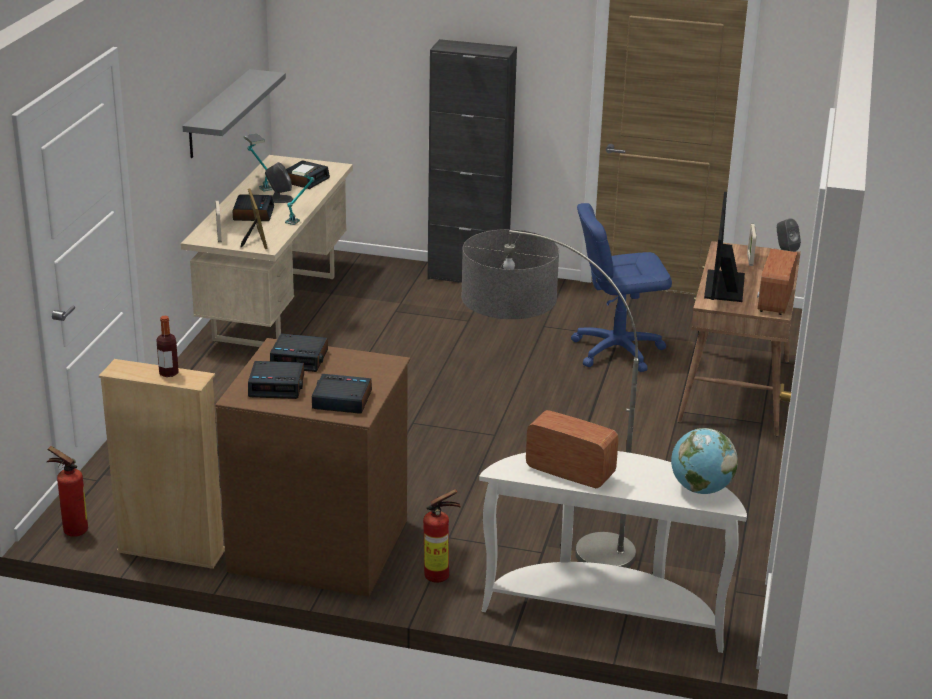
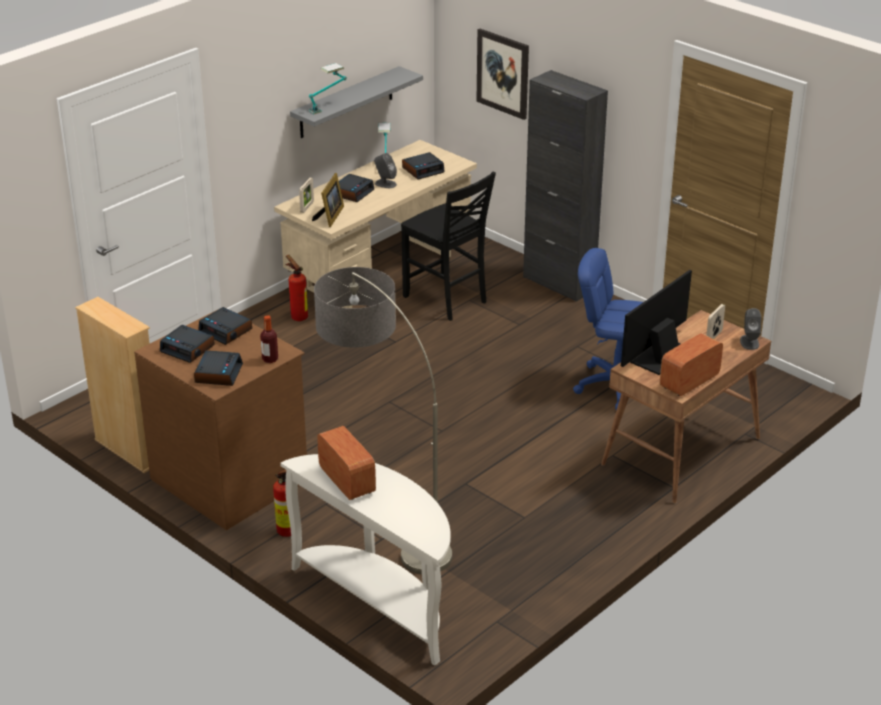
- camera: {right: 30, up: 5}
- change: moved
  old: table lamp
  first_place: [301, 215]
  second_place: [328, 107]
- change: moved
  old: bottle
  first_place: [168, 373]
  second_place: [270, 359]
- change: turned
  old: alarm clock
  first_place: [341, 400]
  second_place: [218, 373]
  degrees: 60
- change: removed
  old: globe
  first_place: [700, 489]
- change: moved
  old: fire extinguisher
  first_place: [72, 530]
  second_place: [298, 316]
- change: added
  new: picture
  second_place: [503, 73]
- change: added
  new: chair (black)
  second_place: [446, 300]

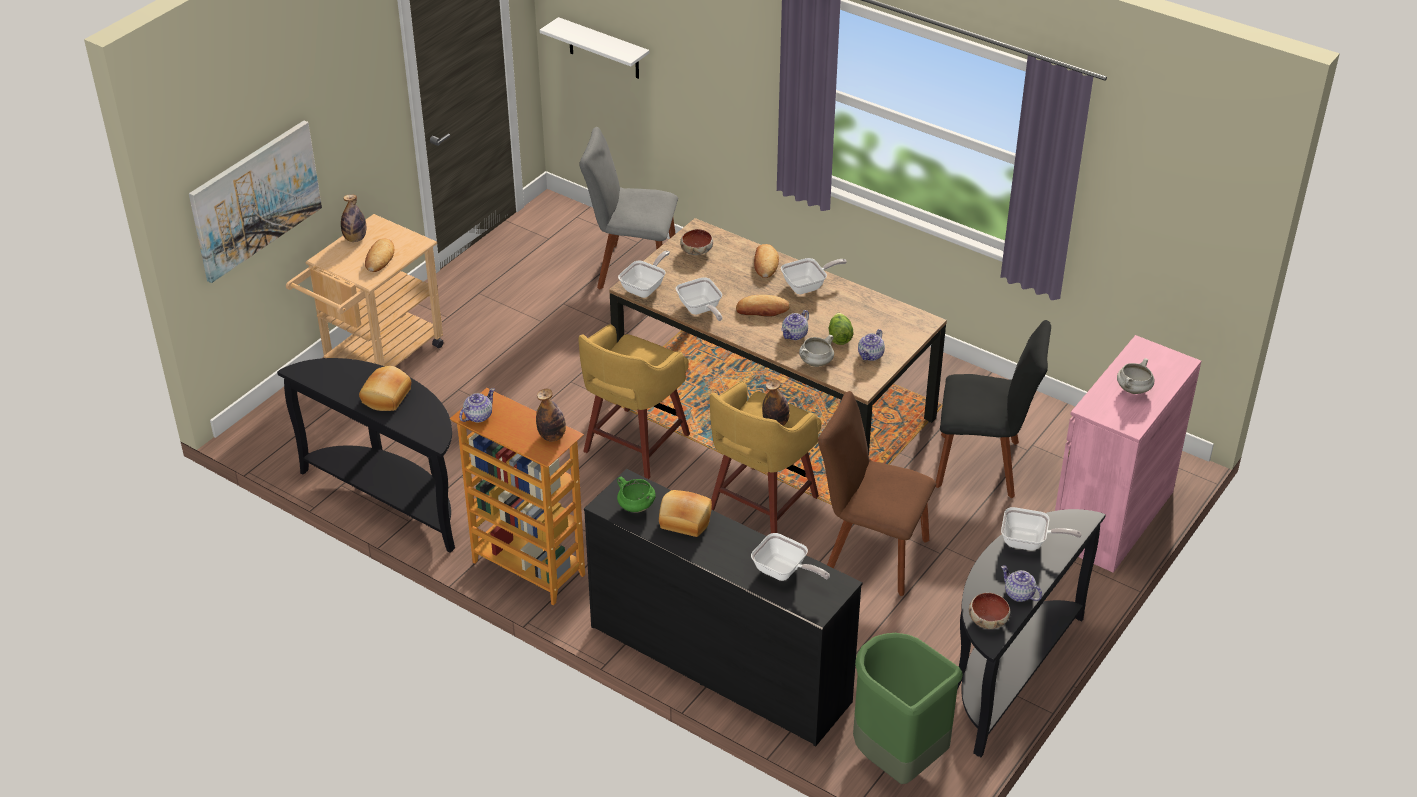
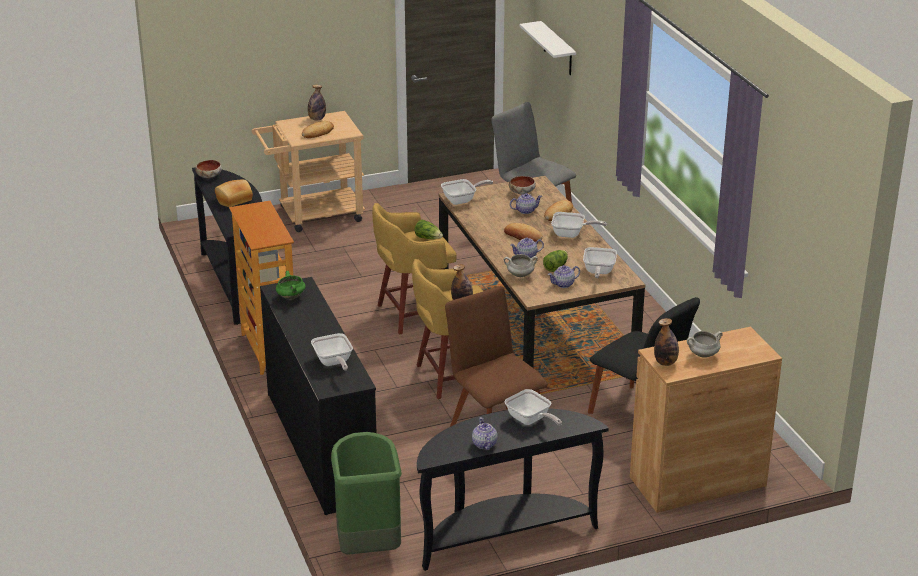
- camera: {right: 35, up: -10}
- change: removed
  old: picture
  first_place: [255, 200]
- change: moved
  old: frying pan
  first_place: [700, 310]
  second_place: [598, 272]
- change: recoloured
  old: cabinet (pink)
  new: cabinet (brown)
  first_place: [1112, 517]
  second_place: [697, 481]
- change: moved
  old: teapot
  first_place: [478, 416]
  second_place: [525, 211]
- change: moved
  old: bottle
  first_place: [552, 436]
  second_place: [665, 362]
- change: removed
  old: bread
  first_place: [684, 521]
- change: moved
  old: bowl
  first_place: [987, 620]
  second_place: [209, 176]
- change: added
  new: lettuce
  second_place: [428, 238]

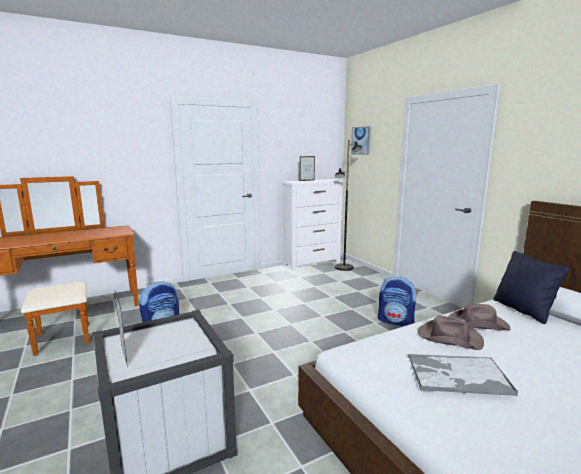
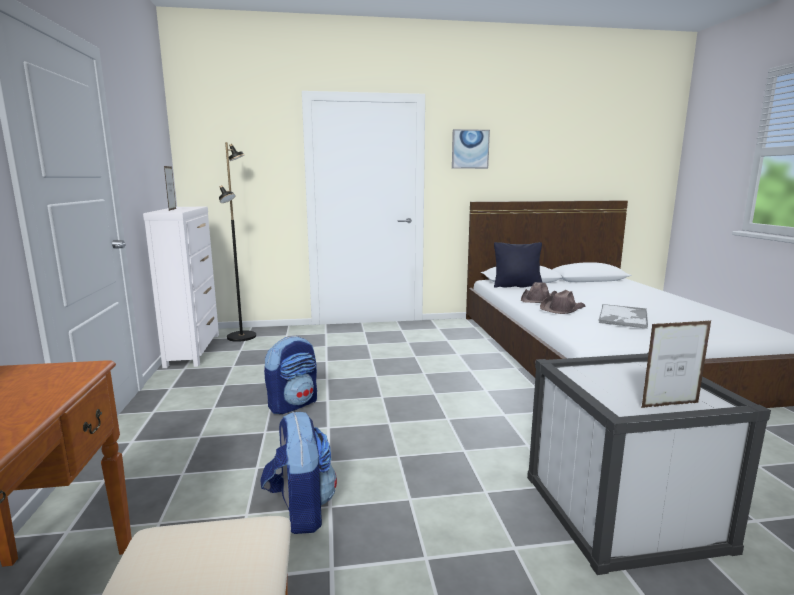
- camera: {right: -70, up: 0}
- change: moved
  old: picture
  first_place: [361, 140]
  second_place: [470, 149]
- change: moved
  old: backpack
  first_place: [396, 321]
  second_place: [293, 404]

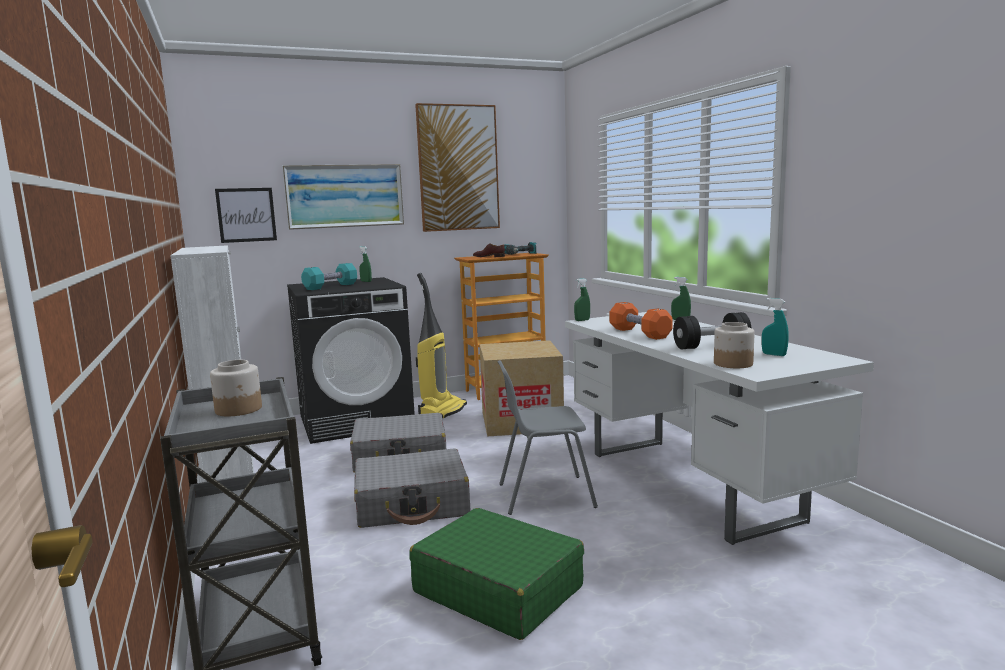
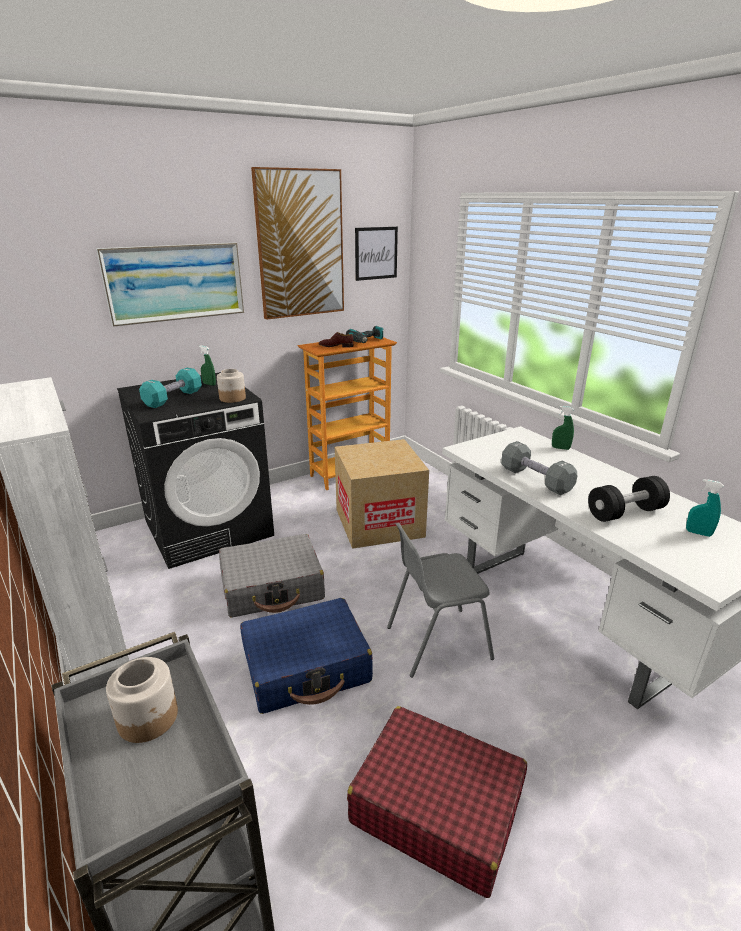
- camera: {right: -10, up: 15}
- change: moved
  old: picture
  first_place: [246, 215]
  second_place: [376, 253]
- change: removed
  old: vacuum cleaner
  first_place: [442, 410]
- change: removed
  old: spray bottle (green)
  first_place: [582, 320]
- change: recoloured
  old: dumbbell (orange)
  new: dumbbell (grey)
  first_place: [639, 333]
  second_place: [535, 480]
- change: moved
  old: jar
  first_place: [732, 364]
  second_place: [232, 398]
- change: recoloured
  old: suitcase (grey)
  new: suitcase (blue)
  first_place: [412, 504]
  second_place: [307, 667]
- change: recoloured
  old: suitcase (green)
  new: suitcase (red)
  first_place: [497, 589]
  second_place: [436, 807]

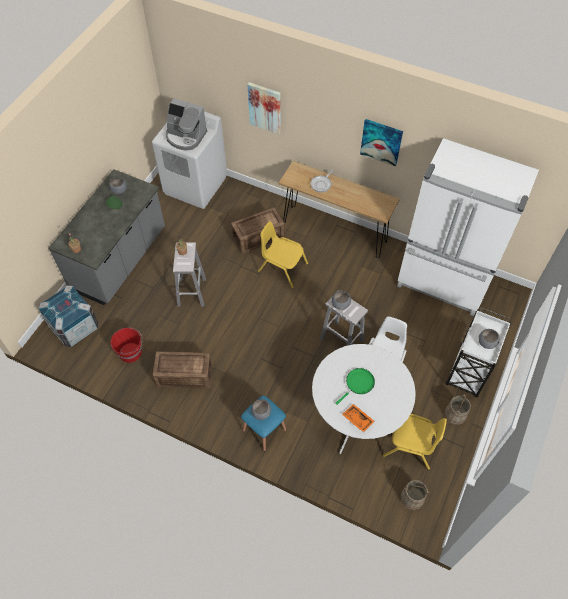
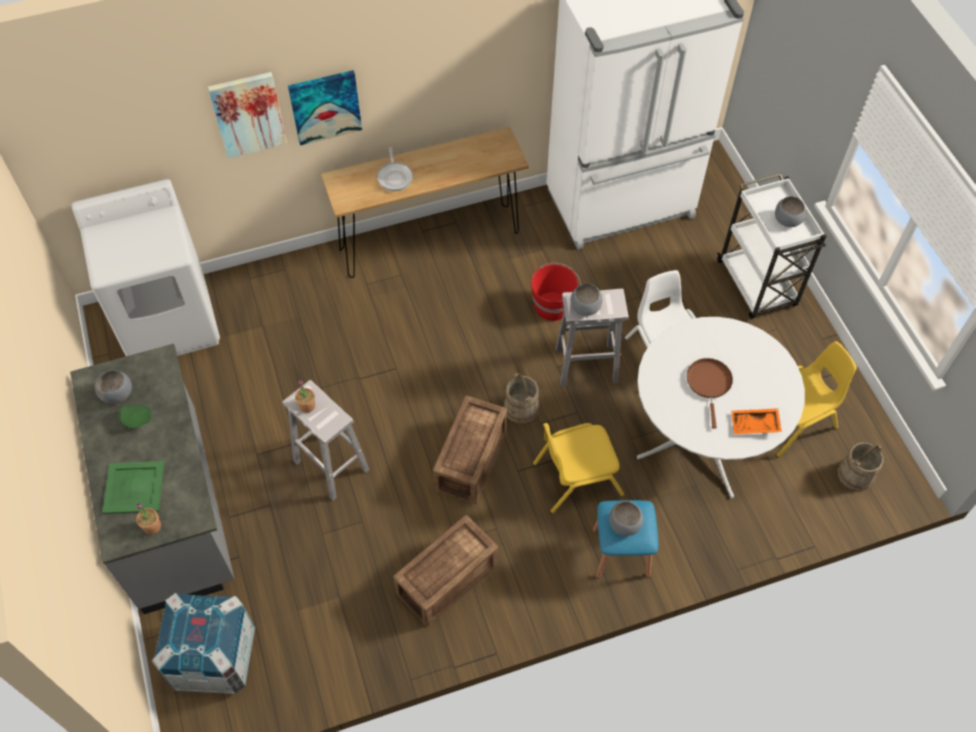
- camera: {right: -45, up: 0}
- change: removed
  old: coffee machine
  first_place: [185, 136]
- change: moved
  old: picture
  first_place: [381, 142]
  second_place: [325, 106]
- change: moved
  old: crate
  first_place: [257, 237]
  second_place: [469, 460]
- change: moved
  old: chair (yellow)
  first_place: [282, 267]
  second_place: [576, 478]
- change: moved
  old: bucket (red)
  first_place: [131, 352]
  second_place: [553, 305]
- change: recoloured
  old: frying pan (green)
  new: frying pan (brown)
  first_place: [358, 384]
  second_place: [709, 384]
- change: moved
  old: bucket (beige)
  first_place: [455, 414]
  second_place: [521, 408]
- change: added
  new: tray (green)
  second_place: [134, 487]

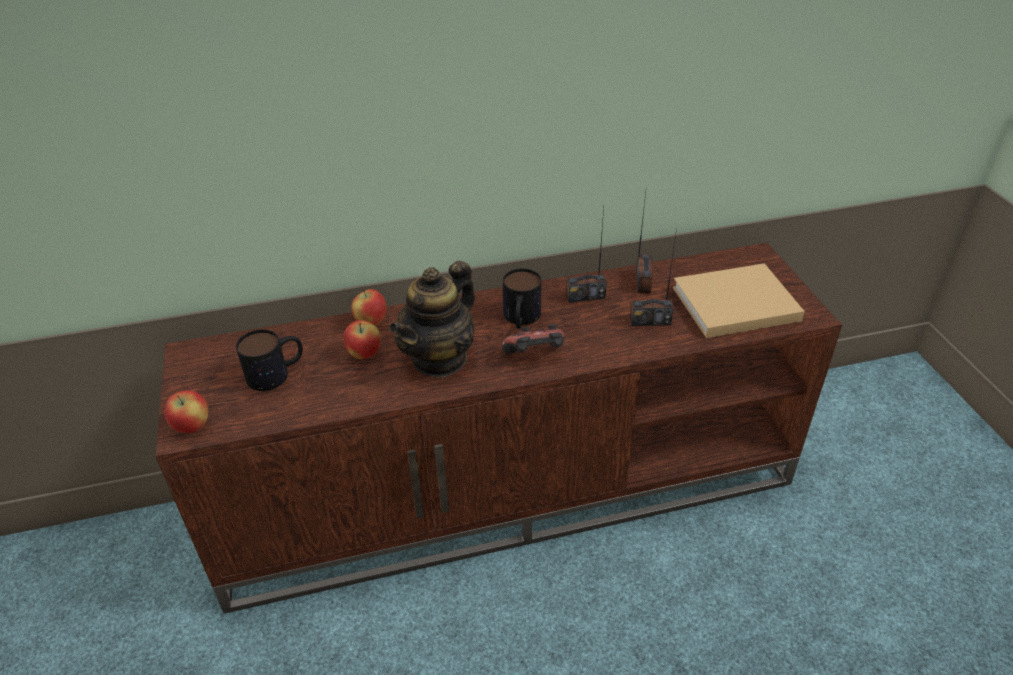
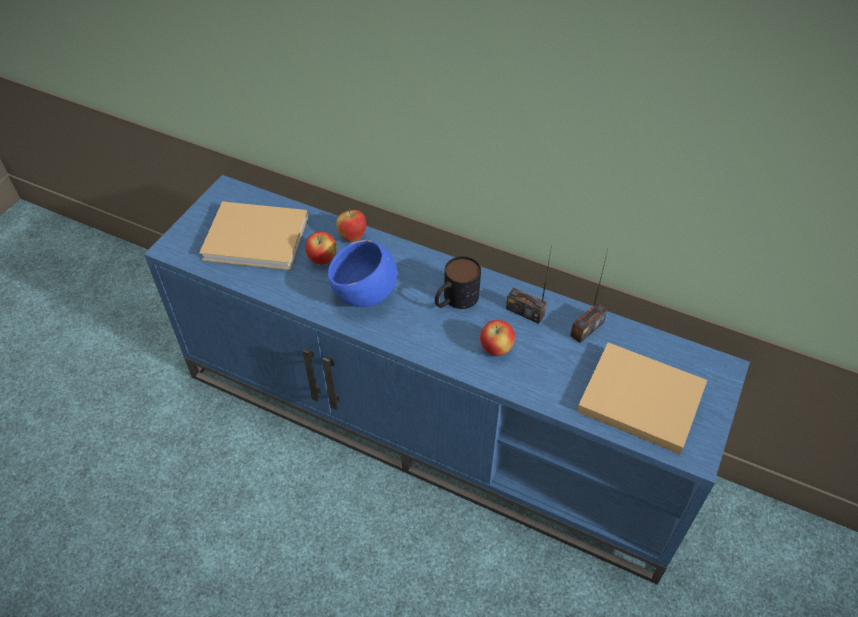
- camera: {right: 40, up: 10}
- change: removed
  old: radio
  first_place: [650, 321]
- change: recoloured
  old: tv stand (brown)
  new: tv stand (blue)
  first_place: [510, 489]
  second_place: [434, 424]
- change: replaced
  old: teapot
  new: bowl (blue)
  first_place: [439, 358]
  second_place: [365, 295]
- change: removed
  old: game controller
  first_place: [535, 356]
- change: replaced
  old: mug
  new: book (beige)
  first_place: [277, 373]
  second_place: [259, 239]
- change: moved
  old: apple
  first_place: [193, 427]
  second_place: [496, 349]

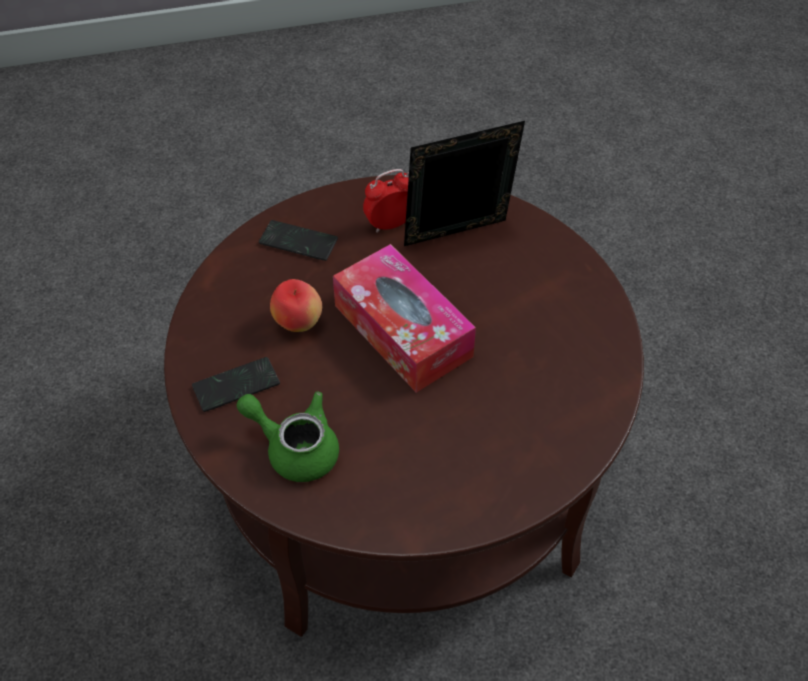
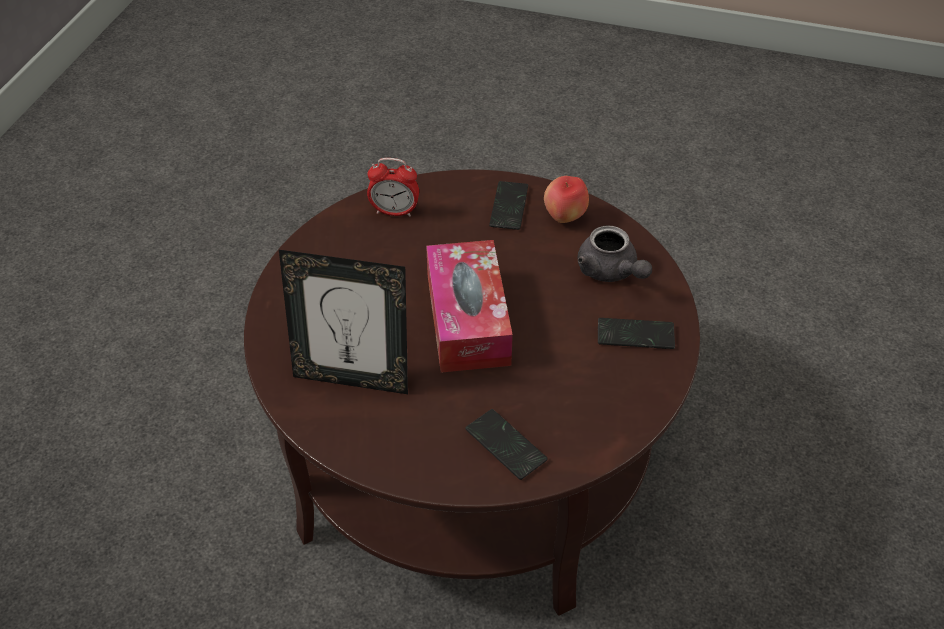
- camera: {right: -150, up: -5}
- change: moved
  old: alarm clock
  first_place: [390, 224]
  second_place: [394, 211]
- change: moved
  old: apple
  first_place: [298, 323]
  second_place: [564, 217]
- change: recoloured
  old: teapot (green)
  new: teapot (grey)
  first_place: [295, 448]
  second_place: [610, 272]
- change: added
  new: phone
  second_place: [509, 207]

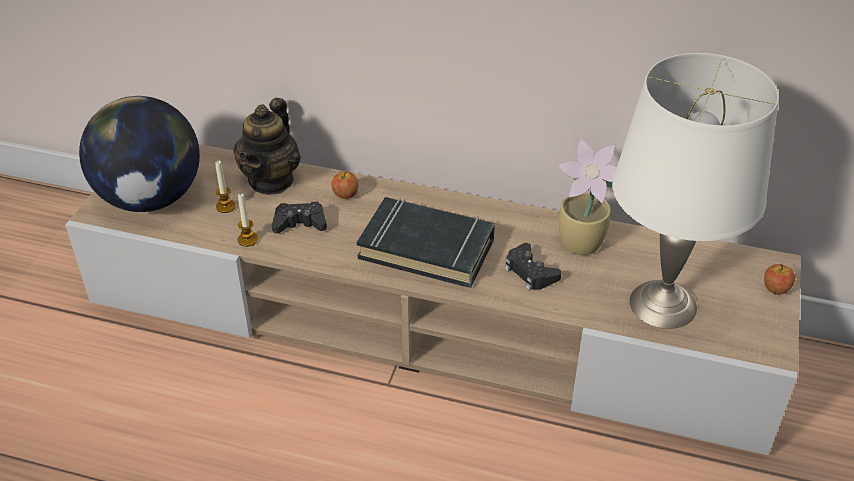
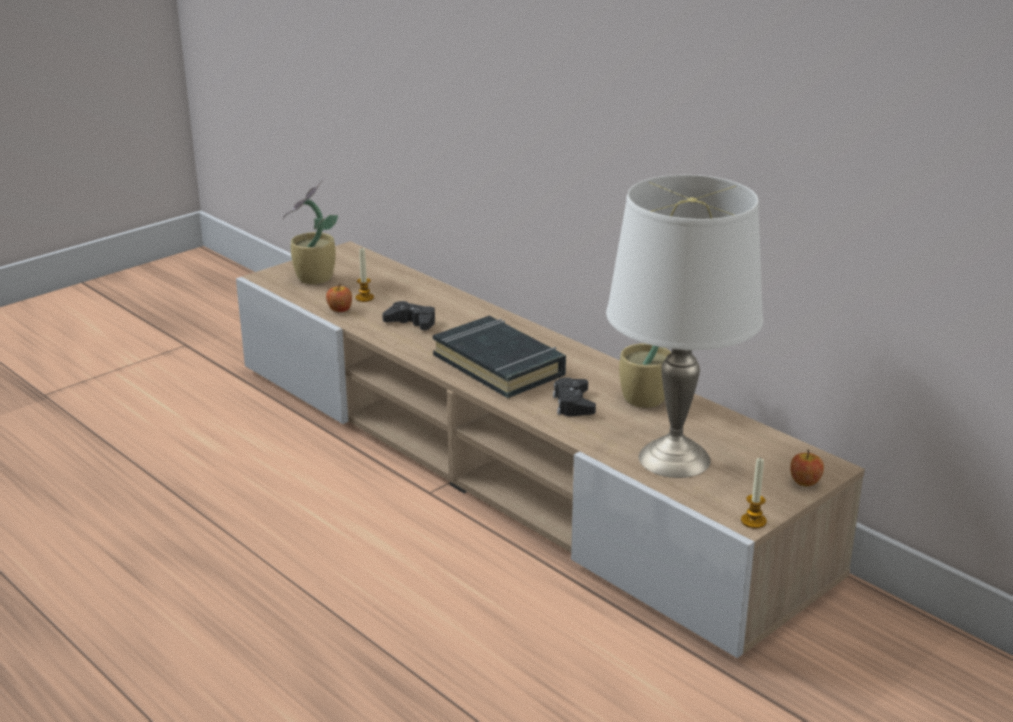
- camera: {right: 30, up: -15}
- change: replaced
  old: globe
  new: potted plant
  first_place: [151, 198]
  second_place: [313, 279]
- change: removed
  old: teapot
  first_place: [271, 180]
- change: moved
  old: apple
  first_place: [345, 195]
  second_place: [340, 310]
- change: moved
  old: candle
  first_place: [247, 240]
  second_place: [753, 521]

